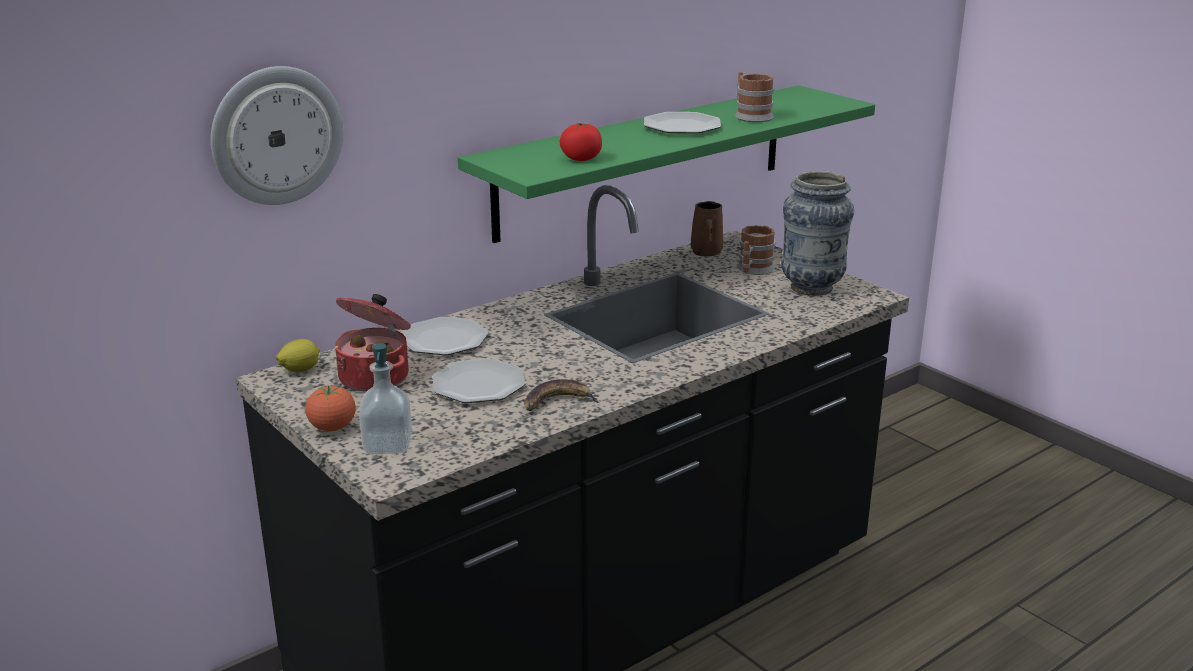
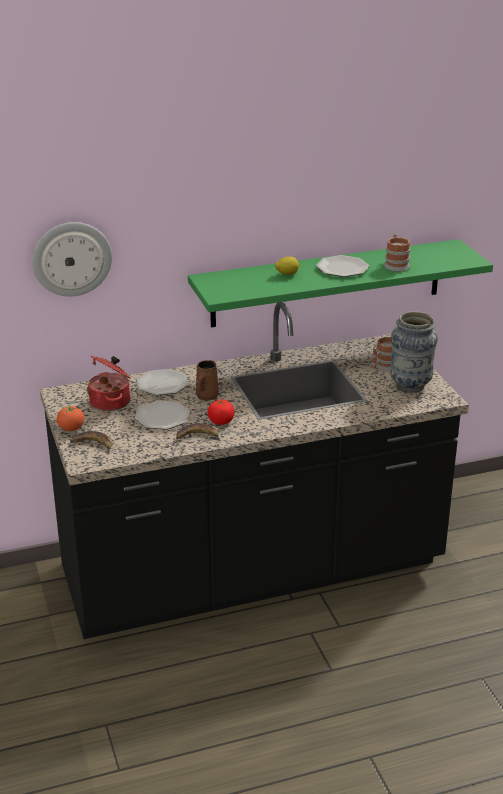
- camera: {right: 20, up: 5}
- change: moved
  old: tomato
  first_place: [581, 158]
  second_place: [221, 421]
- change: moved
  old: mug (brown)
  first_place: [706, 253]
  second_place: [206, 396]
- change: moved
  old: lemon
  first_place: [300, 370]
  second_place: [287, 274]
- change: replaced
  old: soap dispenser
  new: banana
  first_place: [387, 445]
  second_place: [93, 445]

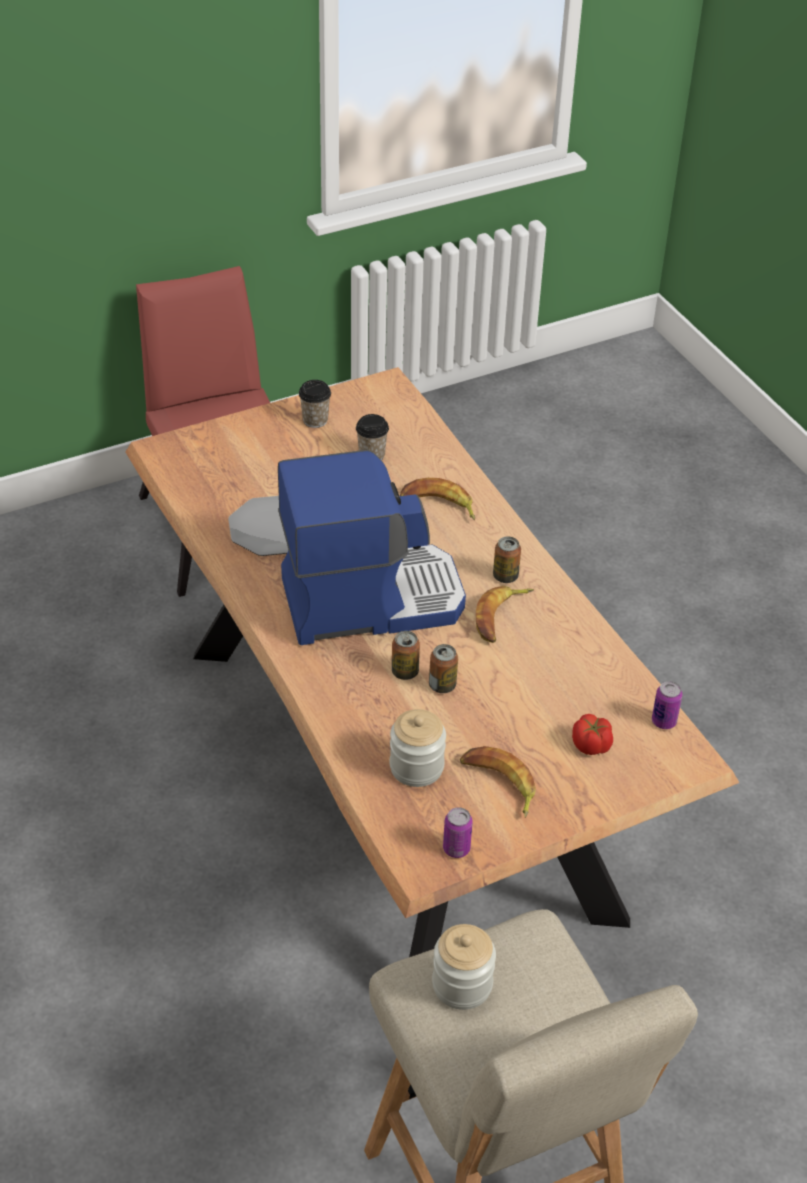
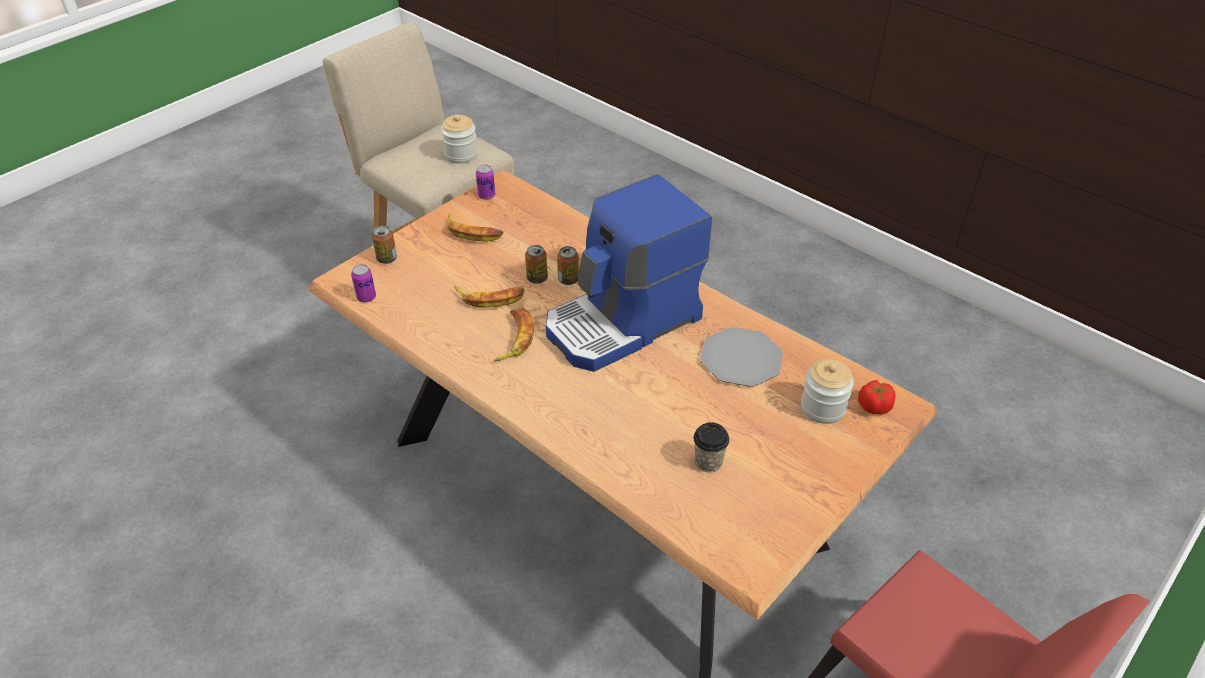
- camera: {right: 160, up: 0}
- change: removed
  old: cup
  first_place: [315, 420]
- change: moved
  old: banana
  first_place: [438, 505]
  second_place: [490, 298]
- change: moved
  old: can
  first_place: [505, 576]
  second_place: [387, 259]
- change: moved
  old: jar
  first_place: [416, 767]
  second_place: [823, 408]
- change: moved
  old: tomato
  first_place: [591, 745]
  second_place: [873, 406]

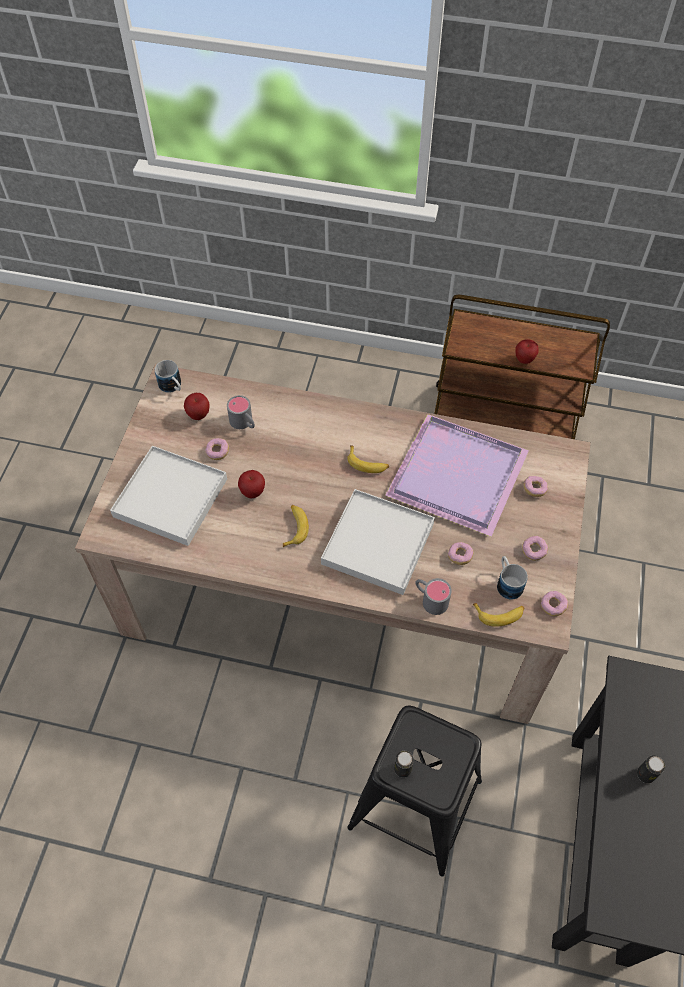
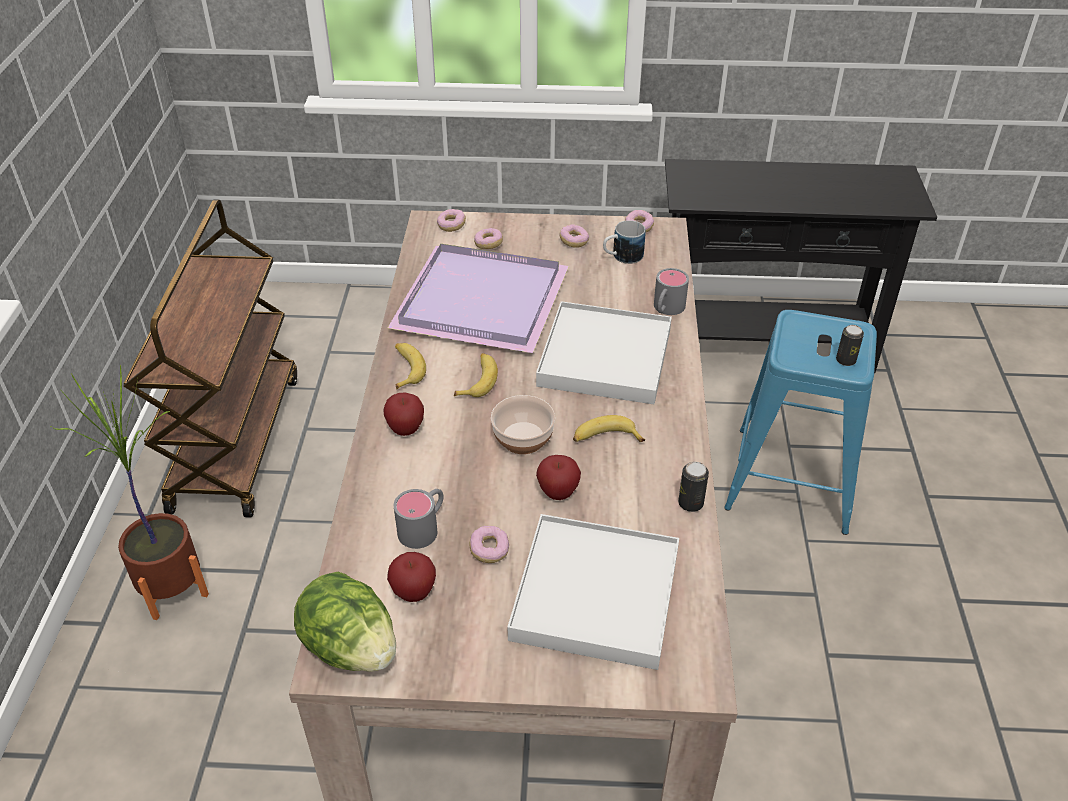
- camera: {right: -100, up: -15}
- change: moved
  old: apple
  first_place: [524, 360]
  second_place: [406, 430]
- change: replaced
  old: mug
  new: lettuce
  first_place: [172, 387]
  second_place: [351, 647]
- change: moved
  old: donut
  first_place: [460, 556]
  second_place: [451, 226]
- change: moved
  old: banana
  first_place: [499, 614]
  second_place: [406, 369]
- change: recoloured
  old: stool (black)
  new: stool (blue)
  first_place: [416, 803]
  second_place: [790, 479]
- change: moved
  old: can
  first_place: [645, 774]
  second_place: [690, 503]
- change: added
  new: potted plant
  second_place: [172, 588]
- change: added
  new: bowl
  second_place: [523, 439]

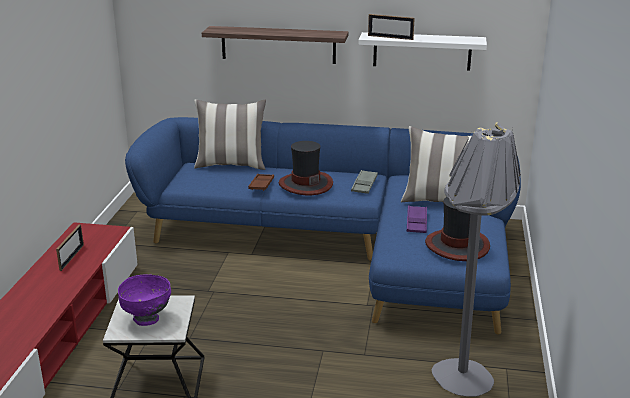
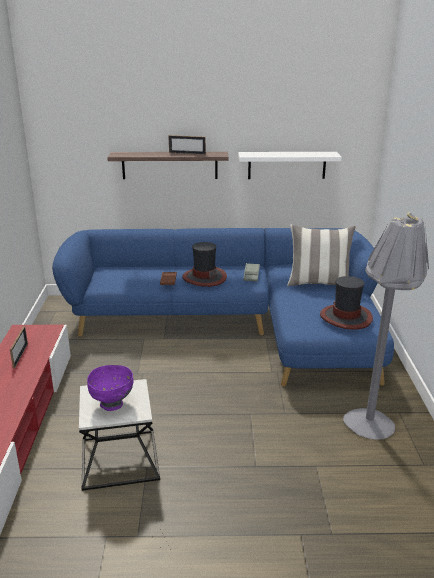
- camera: {right: -10, up: 0}
- change: moved
  old: picture frame
  first_place: [390, 37]
  second_place: [187, 153]
- change: removed
  old: pillow
  first_place: [231, 165]
- change: removed
  old: tray (purple)
  first_place: [416, 222]

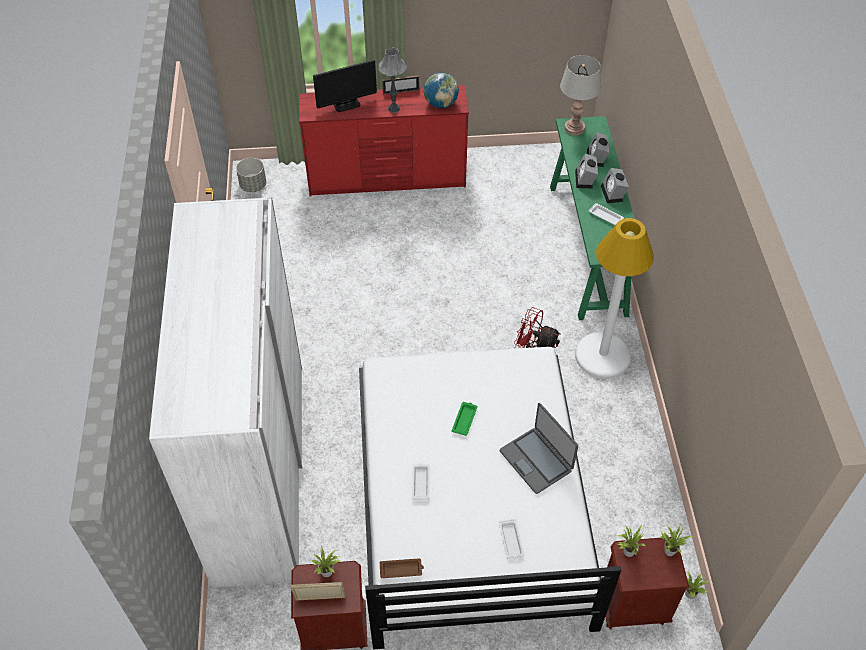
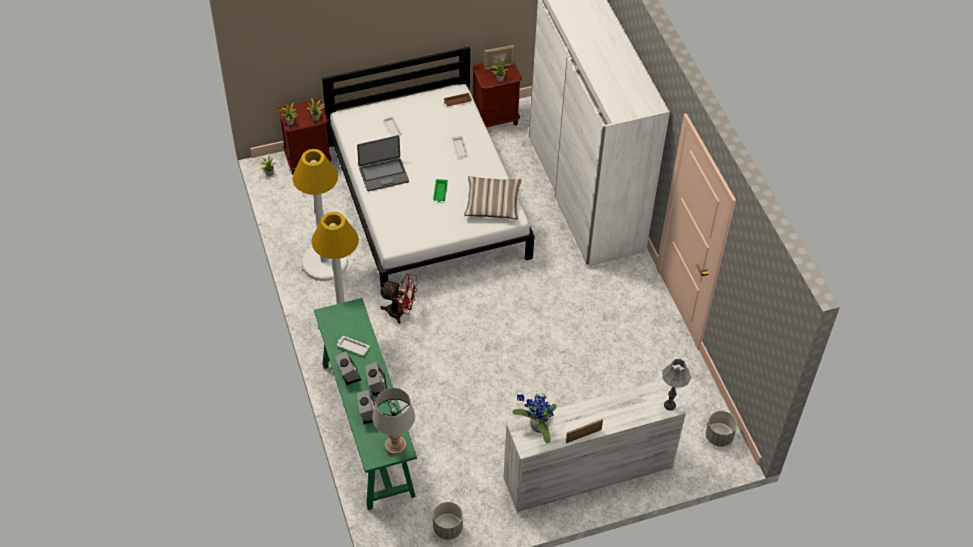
- camera: {right: 165, up: 0}
- change: moved
  old: table lamp (grey)
  first_place: [393, 109]
  second_place: [670, 405]
- change: removed
  old: monitor
  first_place: [346, 104]
- change: replaced
  old: globe
  new: potted plant
  first_place: [441, 104]
  second_place: [537, 426]
- change: recoloured
  old: dresser (red)
  new: dresser (white)
  first_place: [387, 179]
  second_place: [587, 472]
- change: turned
  old: laptop
  first_place: [536, 460]
  second_place: [383, 174]
  degrees: 120
- change: added
  new: floor lamp (white)
  second_place: [324, 262]
- change: added
  new: pillow
  second_place: [492, 203]
- change: added
  new: planter (grey)
  second_place: [447, 528]

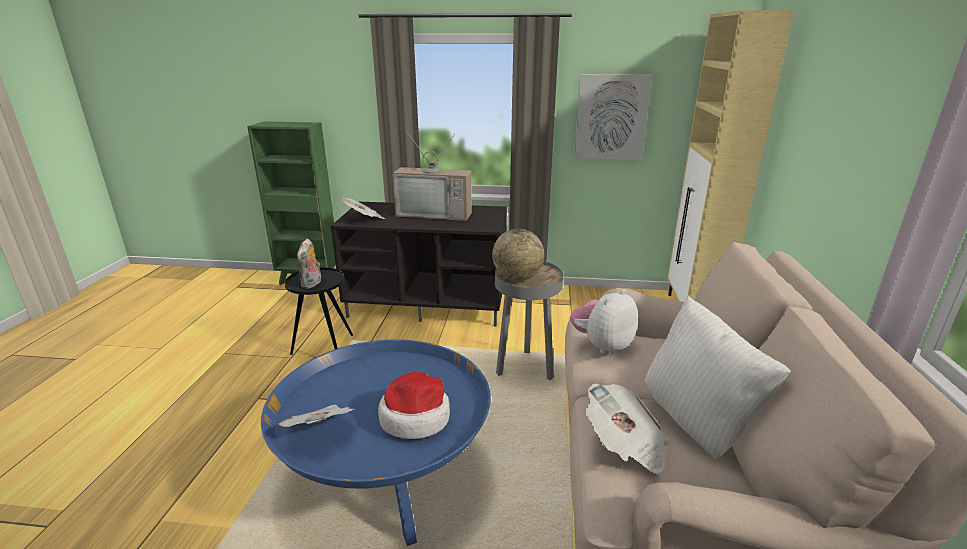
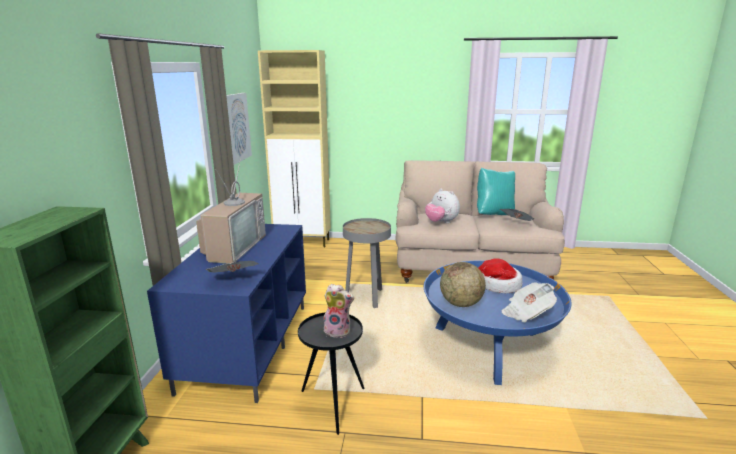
- camera: {right: -90, up: -5}
- change: recoloured
  old: tv stand (black)
  new: tv stand (blue)
  first_place: [429, 304]
  second_place: [247, 344]
- change: moved
  old: globe
  first_place: [517, 278]
  second_place: [461, 304]
- change: recoloured
  old: pillow (white)
  new: pillow (turquoise)
  first_place: [697, 424]
  second_place: [494, 214]

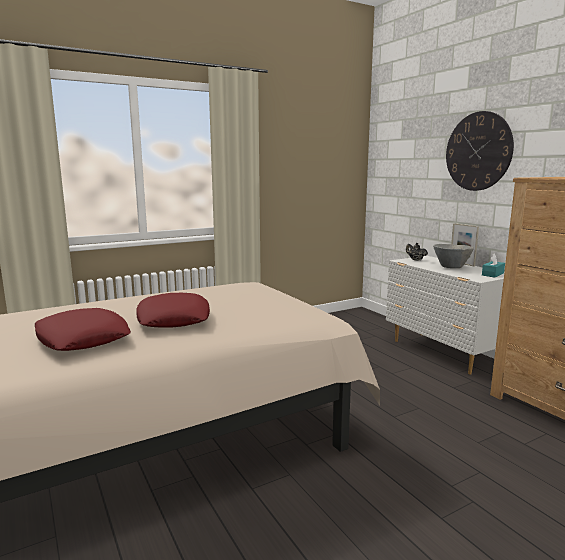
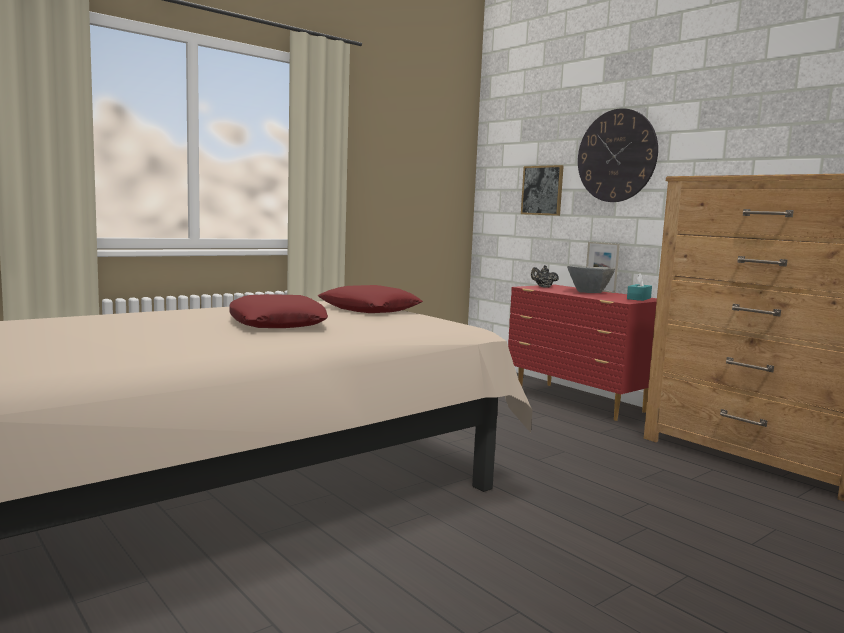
- camera: {right: -10, up: -5}
- change: recoloured
  old: dresser (white)
  new: dresser (red)
  first_place: [443, 353]
  second_place: [579, 402]
- change: moved
  old: pillow (red)
  first_place: [82, 338]
  second_place: [369, 309]
- change: added
  new: picture
  second_place: [542, 190]

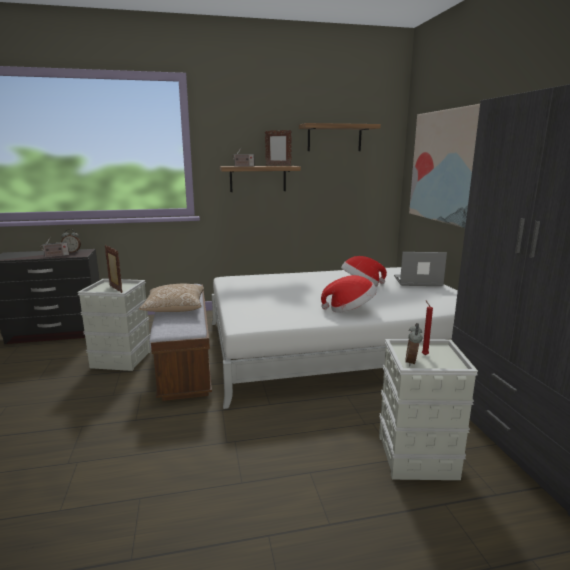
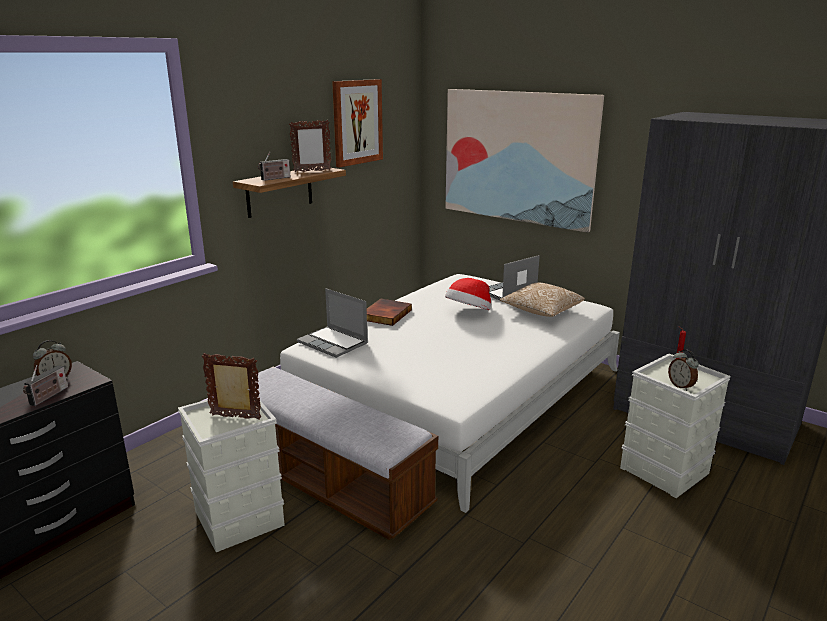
- camera: {right: -40, up: 5}
- change: replaced
  old: shelf
  new: picture
  first_place: [334, 138]
  second_place: [357, 122]
- change: removed
  old: hat
  first_place: [350, 310]
- change: moved
  old: pillow
  first_place: [174, 309]
  second_place: [541, 311]
- change: added
  new: laptop
  second_place: [334, 343]
- change: added
  new: book
  second_place: [385, 314]

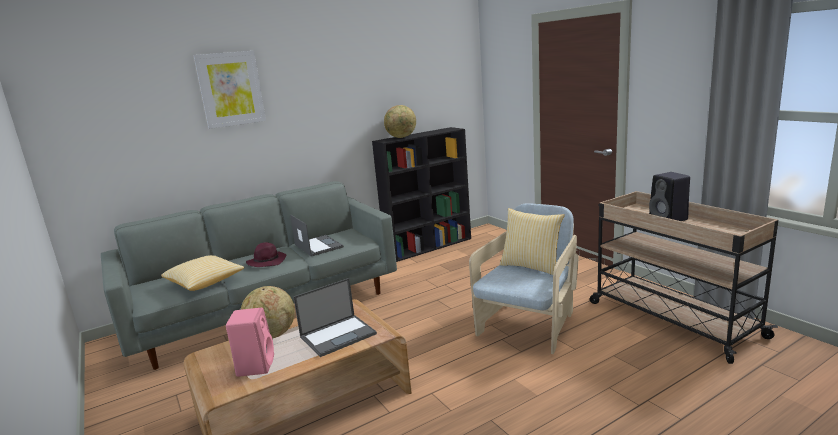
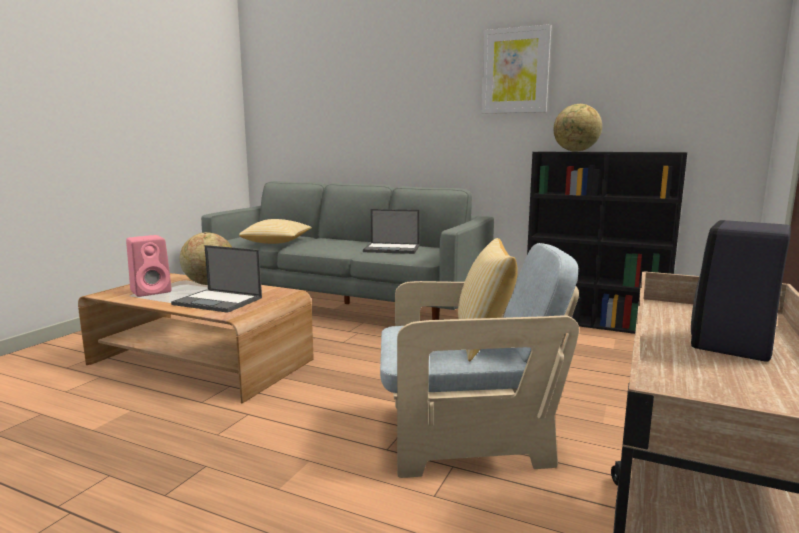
- camera: {right: 55, up: -5}
- change: moved
  old: picture
  first_place: [230, 89]
  second_place: [515, 71]
- change: turned
  old: laptop
  first_place: [318, 246]
  second_place: [392, 249]
  degrees: 75
- change: removed
  old: hat (purple)
  first_place: [267, 261]

